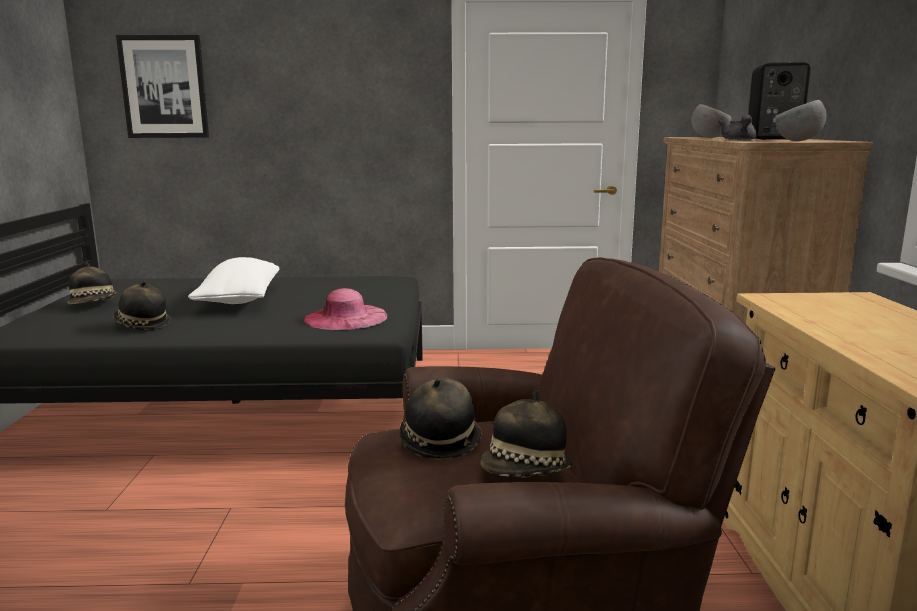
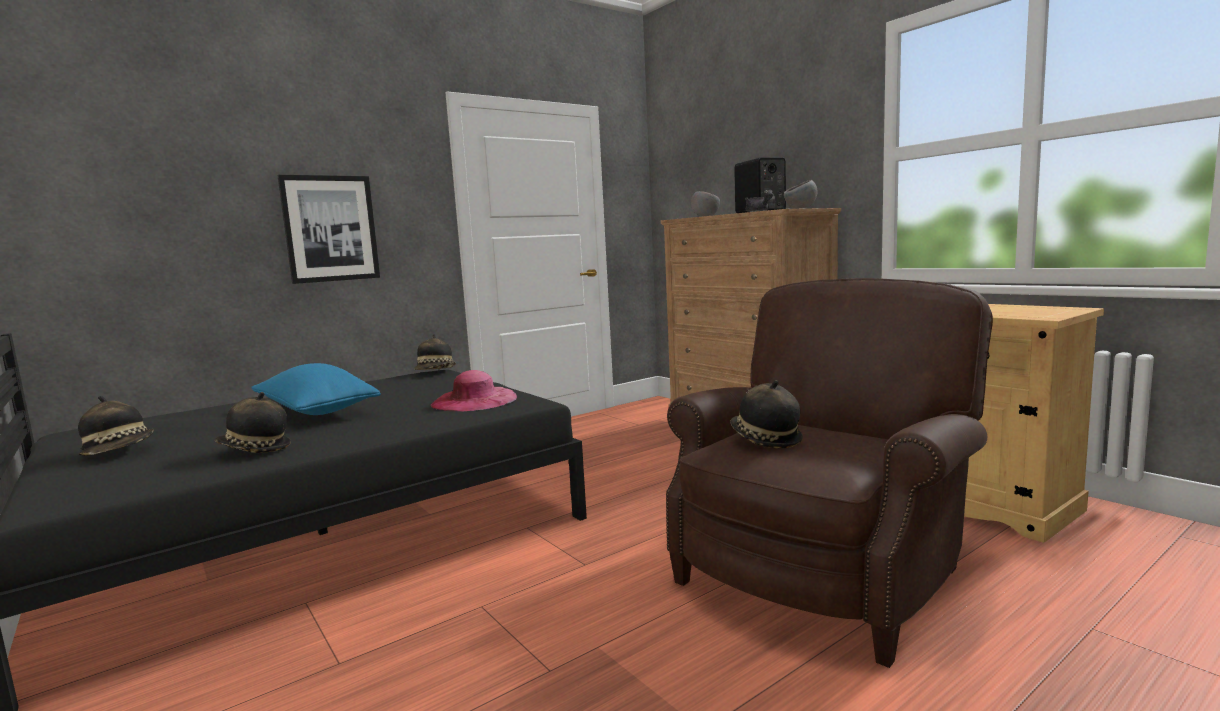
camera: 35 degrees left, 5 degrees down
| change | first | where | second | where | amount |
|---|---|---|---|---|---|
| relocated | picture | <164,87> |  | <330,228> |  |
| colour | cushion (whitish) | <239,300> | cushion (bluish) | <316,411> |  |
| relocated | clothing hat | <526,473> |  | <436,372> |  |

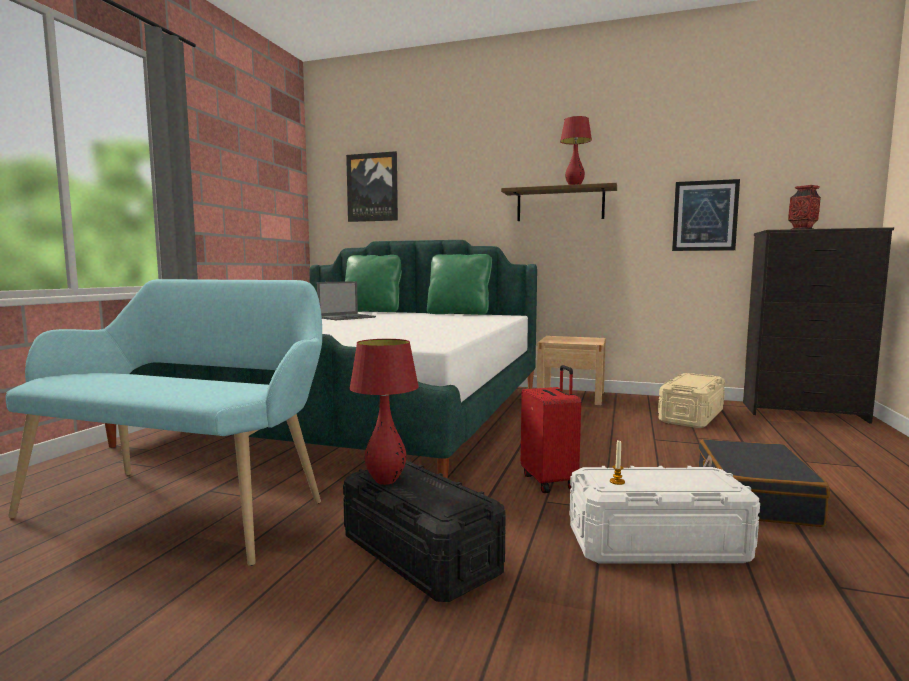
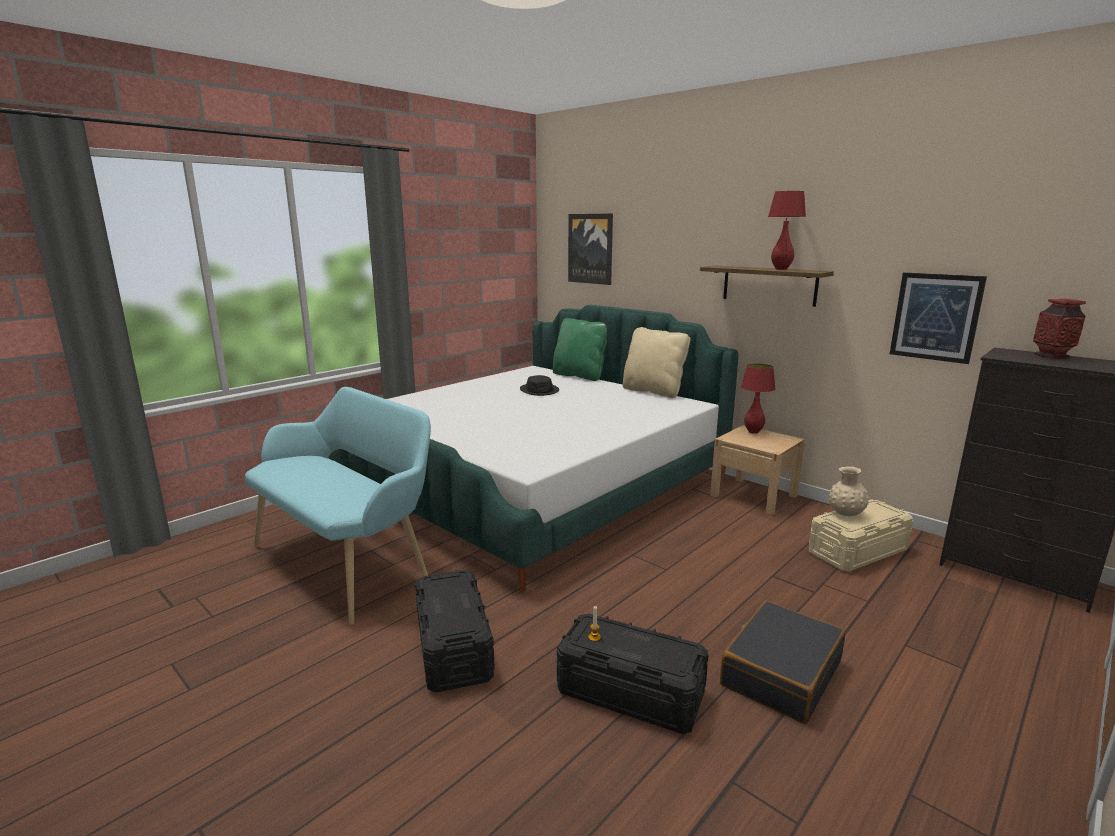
camera: 25 degrees right, 10 degrees up
| change | first | where | second | where | amount |
|---|---|---|---|---|---|
| exchanged | laptop | <347,317> | clothing hat (black-coloured) | <539,390> |  |
| relocated | table lamp (red-coloured) | <386,481> |  | <753,432> |  |
| colour | cushion (green-coloured) | <459,313> | cushion (beige-coloured) | <653,391> |  |
| missing | piece of luggage (red-coloured) | <550,481> |  |  |  |
| colour | storage box (whitish) | <657,544> | storage box (black-coloured) | <630,693> |  |
| appeared |  |  | vase (beige-coloured) | <845,514> |  |

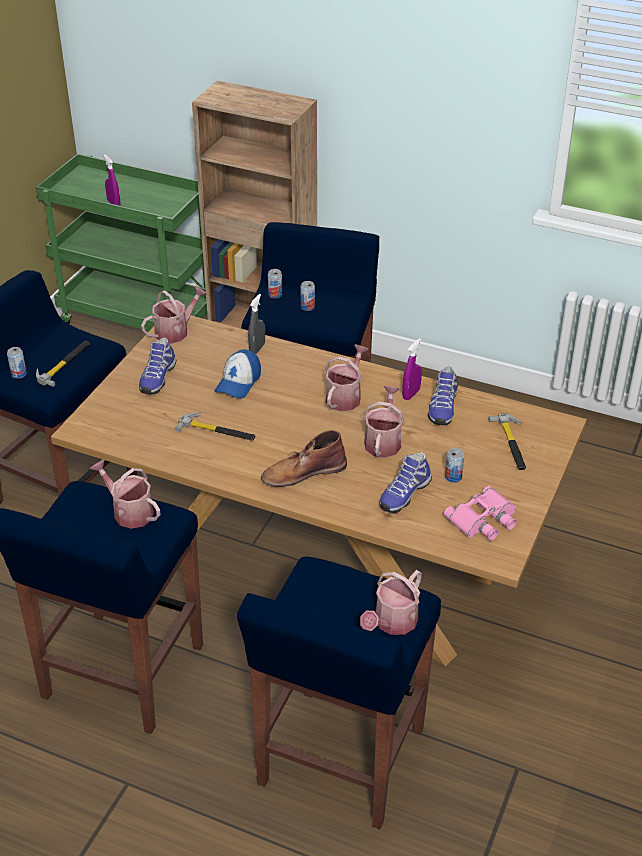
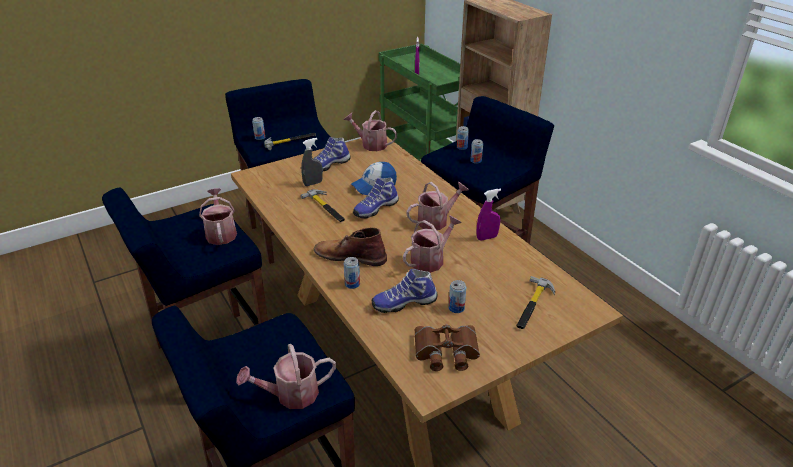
camera: 35 degrees right, 5 degrees down
| change | first | where | second | where | amount |
|---|---|---|---|---|---|
| spun | watering can | <175,331> |  | <371,144> | 150 degrees counterclockwise |
| relocated | hand sprayer (grey) | <257,348> |  | <313,183> |  |
| relocated | low shoe | <442,407> |  | <375,208> |  |
| colour | pair of binoculars (pinkish) | <484,520> | pair of binoculars (brown) | <446,352> |  |
| appeared |  |  | sealed can | <352,284> |  |

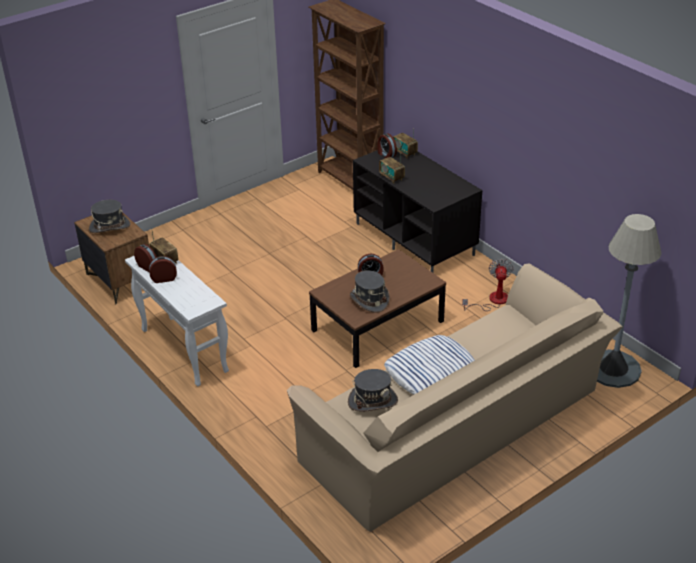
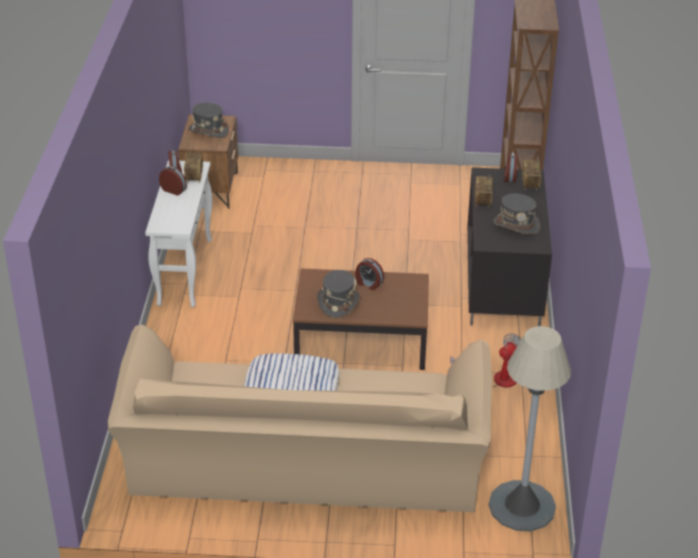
camera: 40 degrees right, 0 degrees up
| change | first | where | second | where | amount |
|---|---|---|---|---|---|
| relocated | clothing hat (grey) | <372,401> |  | <516,225> |  |

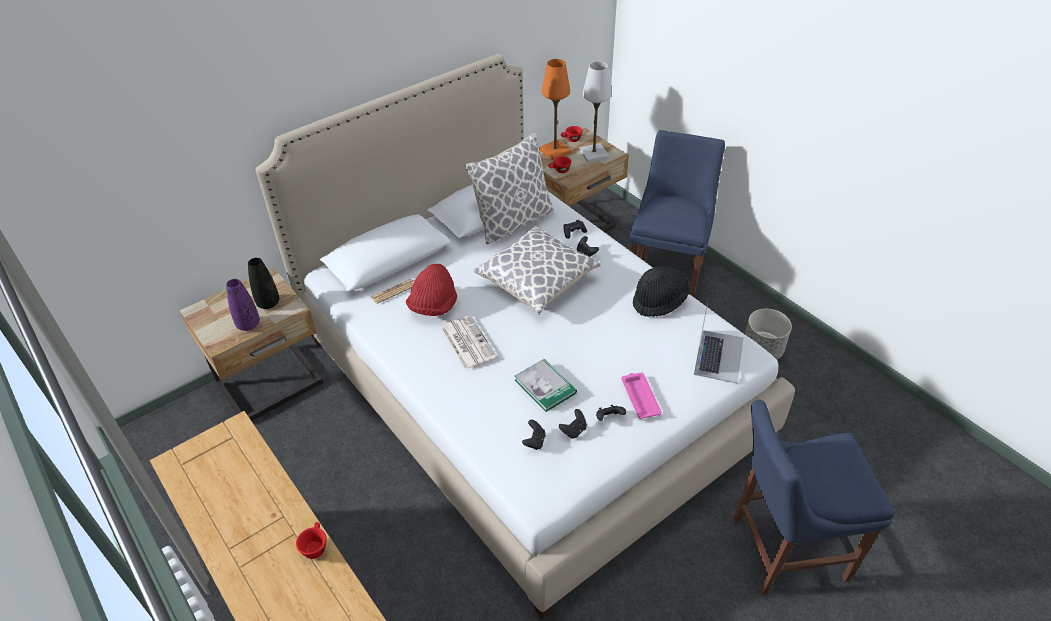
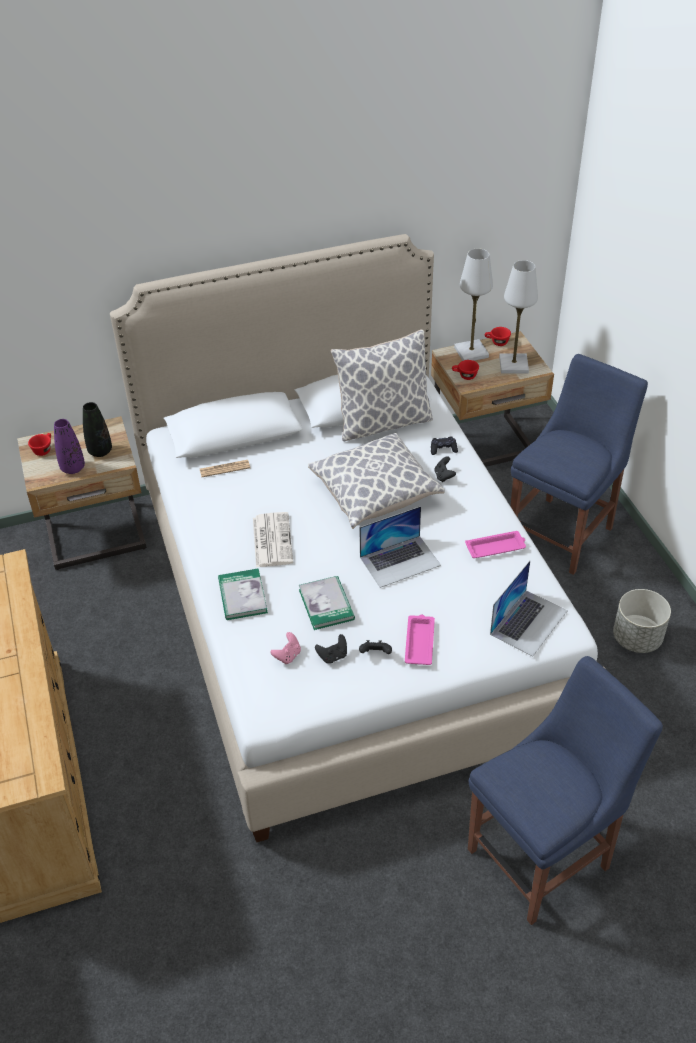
camera: 20 degrees right, 0 degrees up
| change | first | where | second | where | amount |
|---|---|---|---|---|---|
| relocated | cup (red-coloured) | <315,546> |  | <43,449> |  |
| missing | clothing hat (red-coloured) | <433,306> |  |  |  |
| colour | joypad (black-coloured) | <534,441> | joypad (pinkish) | <287,656> |  |
| colour | table lamp (orange-coloured) | <555,151> | table lamp (whitish) | <471,352> |  |
| exchanged | clothing hat (black-coloured) | <659,301> | carrying tray (pinkish) | <496,547> |  |
| spun | chair (bluish) | <783,549> |  | <544,855> | 135 degrees clockwise |
| appeared |  |  | bound book | <242,596> |  |
| appeared |  |  | laptop | <400,561> |  |

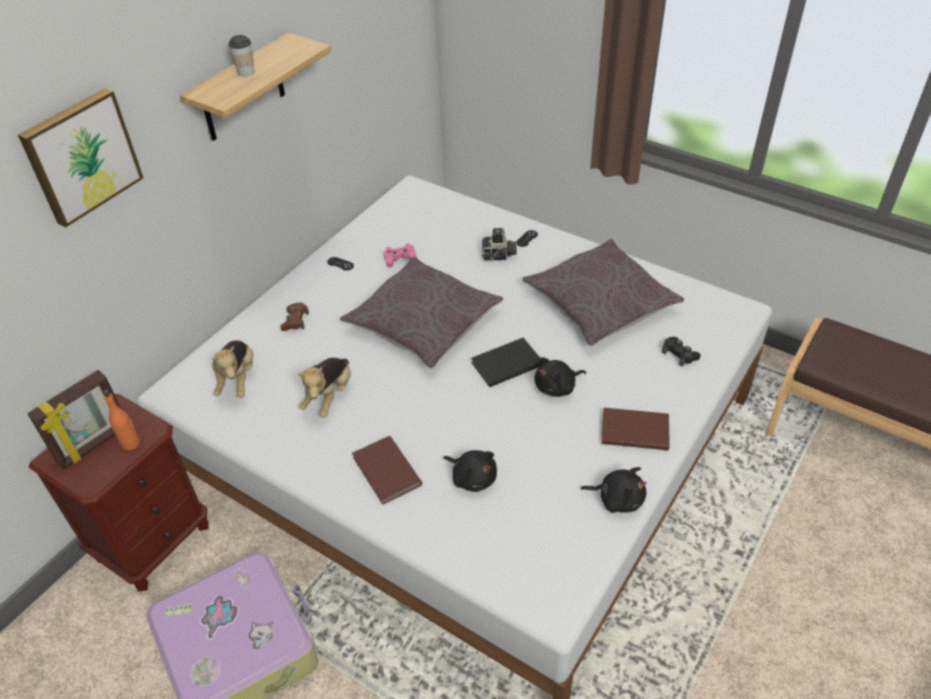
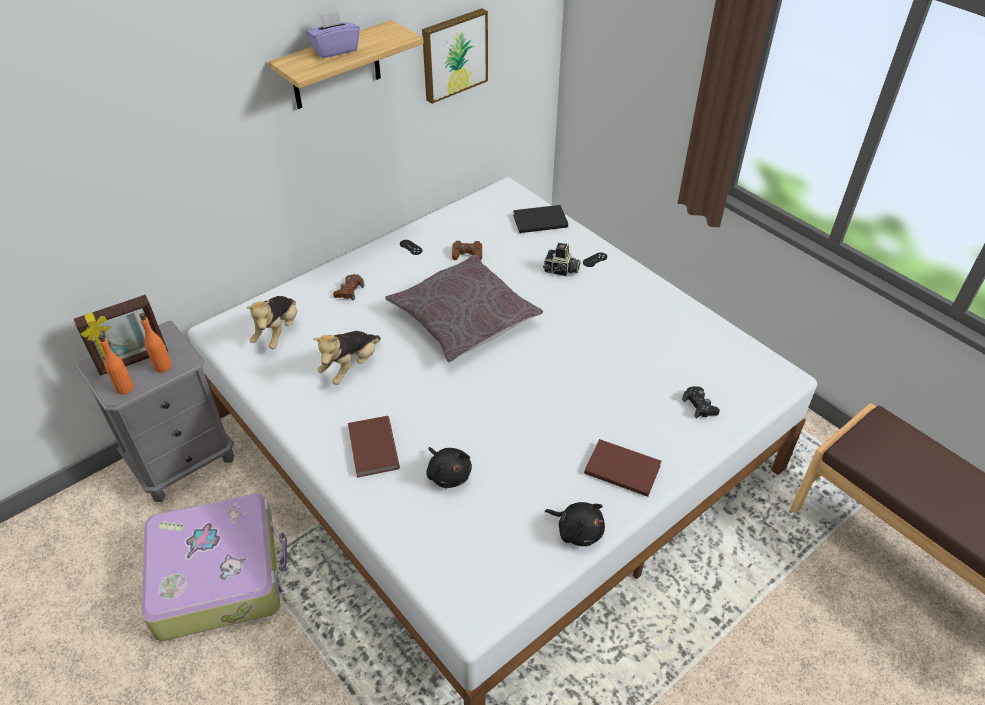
camera: 15 degrees right, 0 degrees up
| change | first | where | second | where | amount |
|---|---|---|---|---|---|
| relocated | picture | <81,156> |  | <453,54> |  |
| colour | nightstand (brown) | <154,541> | nightstand (grey) | <183,461> |  |
| exchanged | cup | <246,72> | tissue holder (purple-coloured) | <335,50> |  |
| colour | joypad (pinkish) | <400,258> | joypad (brown) | <467,254> |  |
| relocated | bound book (black-coloured) | <505,363> |  | <539,220> |  |
| missing | cushion (grey) | <600,302> |  |  |  |
| missing | cuddly toy (black-coloured) | <557,387> |  |  |  |
| appeared |  |  | bottle (orange-coloured) | <125,388> |  |

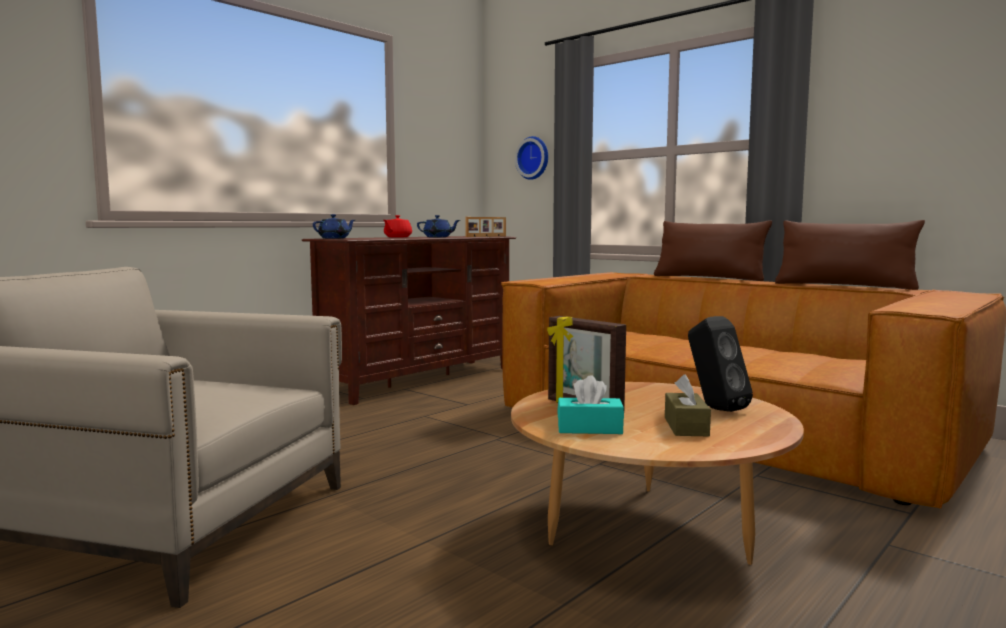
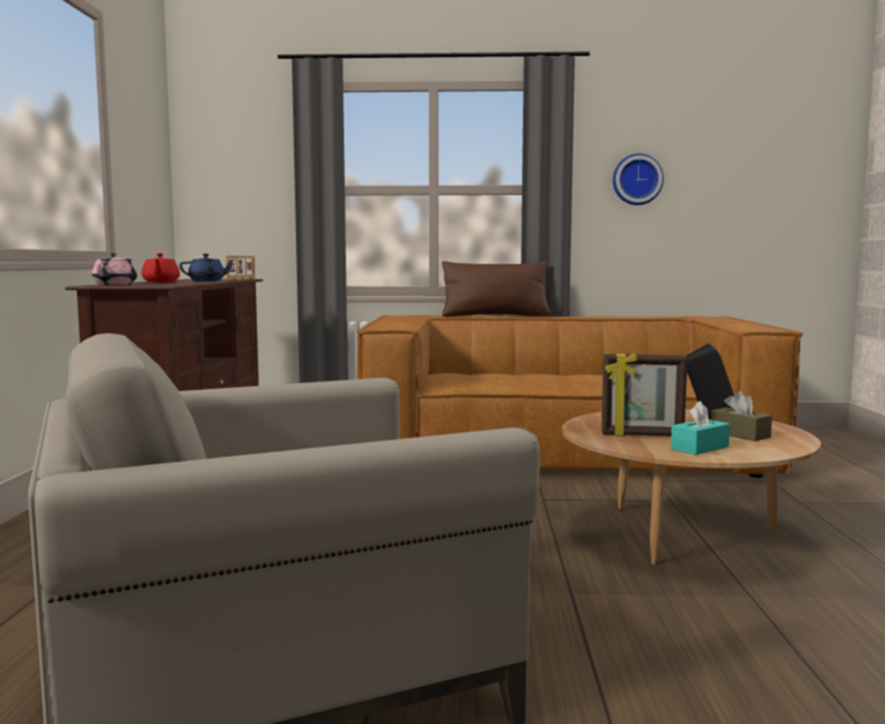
camera: 40 degrees left, 0 degrees up
| change | first | where | second | where | amount |
|---|---|---|---|---|---|
| colour | tea pot (bluish) | <335,238> | tea pot (pinkish) | <116,285> |  |
| relocated | wall clock | <534,158> |  | <637,179> |  |
| missing | cushion (brown) | <844,286> |  |  |  |

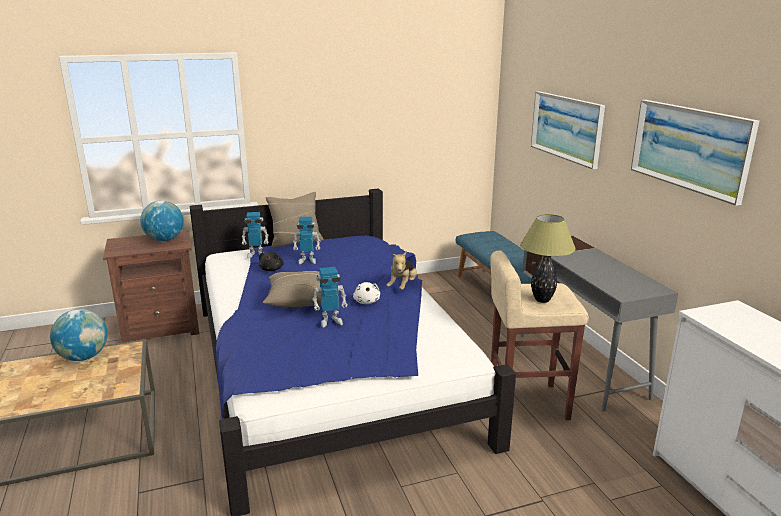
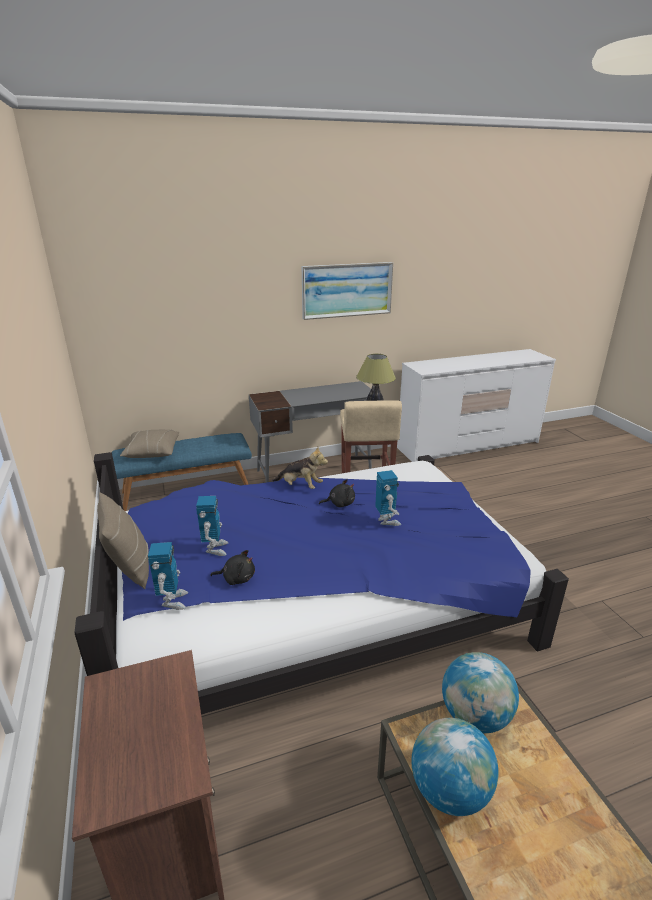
camera: 90 degrees left, 5 degrees up
| change | first | where | second | where | amount |
|---|---|---|---|---|---|
| relocated | world globe | <164,240> |  | <475,716> |  |
| relocated | cushion (beige-coloured) | <299,299> |  | <152,452> |  |
| colour | cuddly toy (whitish) | <367,301> | cuddly toy (black-coloured) | <339,503> |  |
| missing | picture | <566,127> |  |  |  |

